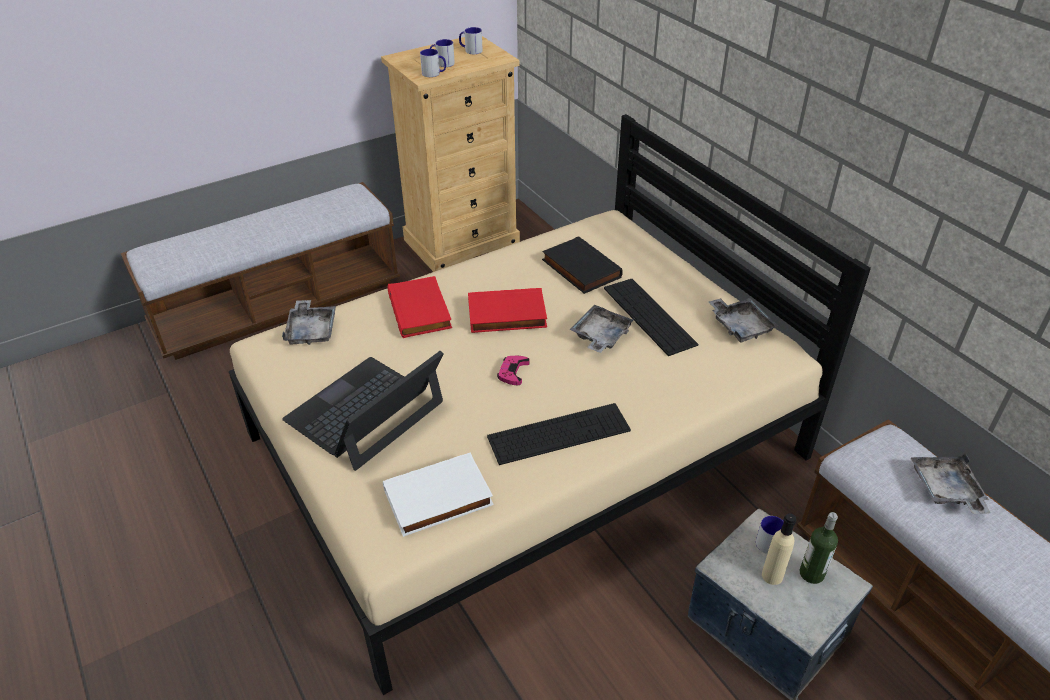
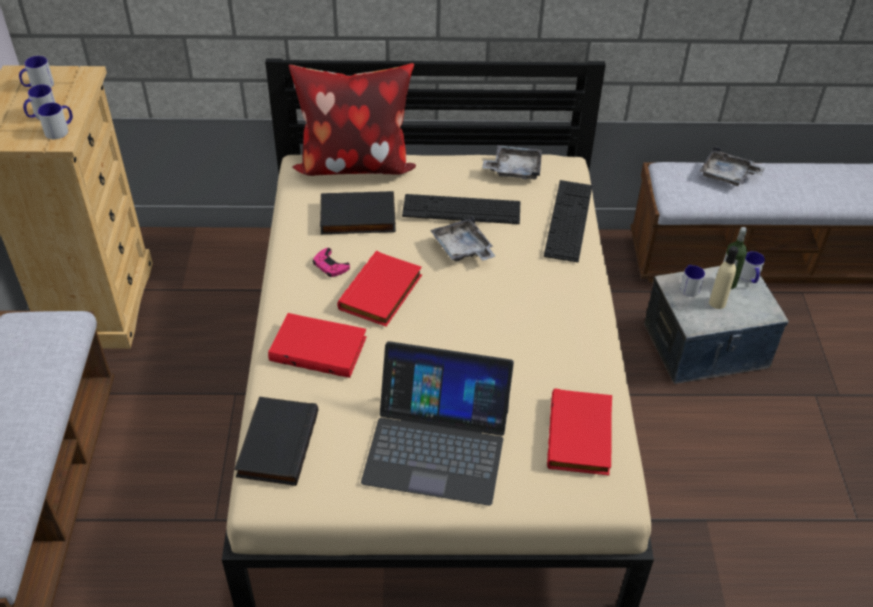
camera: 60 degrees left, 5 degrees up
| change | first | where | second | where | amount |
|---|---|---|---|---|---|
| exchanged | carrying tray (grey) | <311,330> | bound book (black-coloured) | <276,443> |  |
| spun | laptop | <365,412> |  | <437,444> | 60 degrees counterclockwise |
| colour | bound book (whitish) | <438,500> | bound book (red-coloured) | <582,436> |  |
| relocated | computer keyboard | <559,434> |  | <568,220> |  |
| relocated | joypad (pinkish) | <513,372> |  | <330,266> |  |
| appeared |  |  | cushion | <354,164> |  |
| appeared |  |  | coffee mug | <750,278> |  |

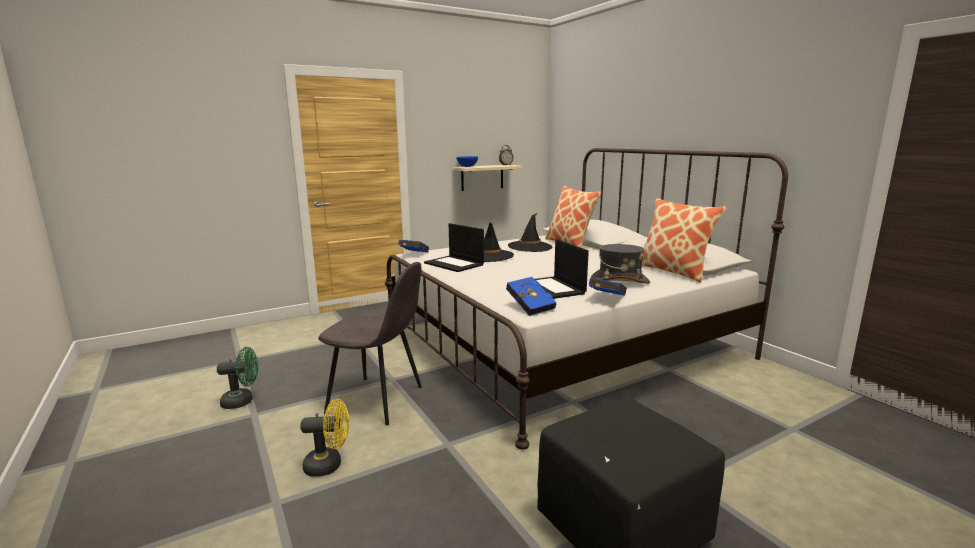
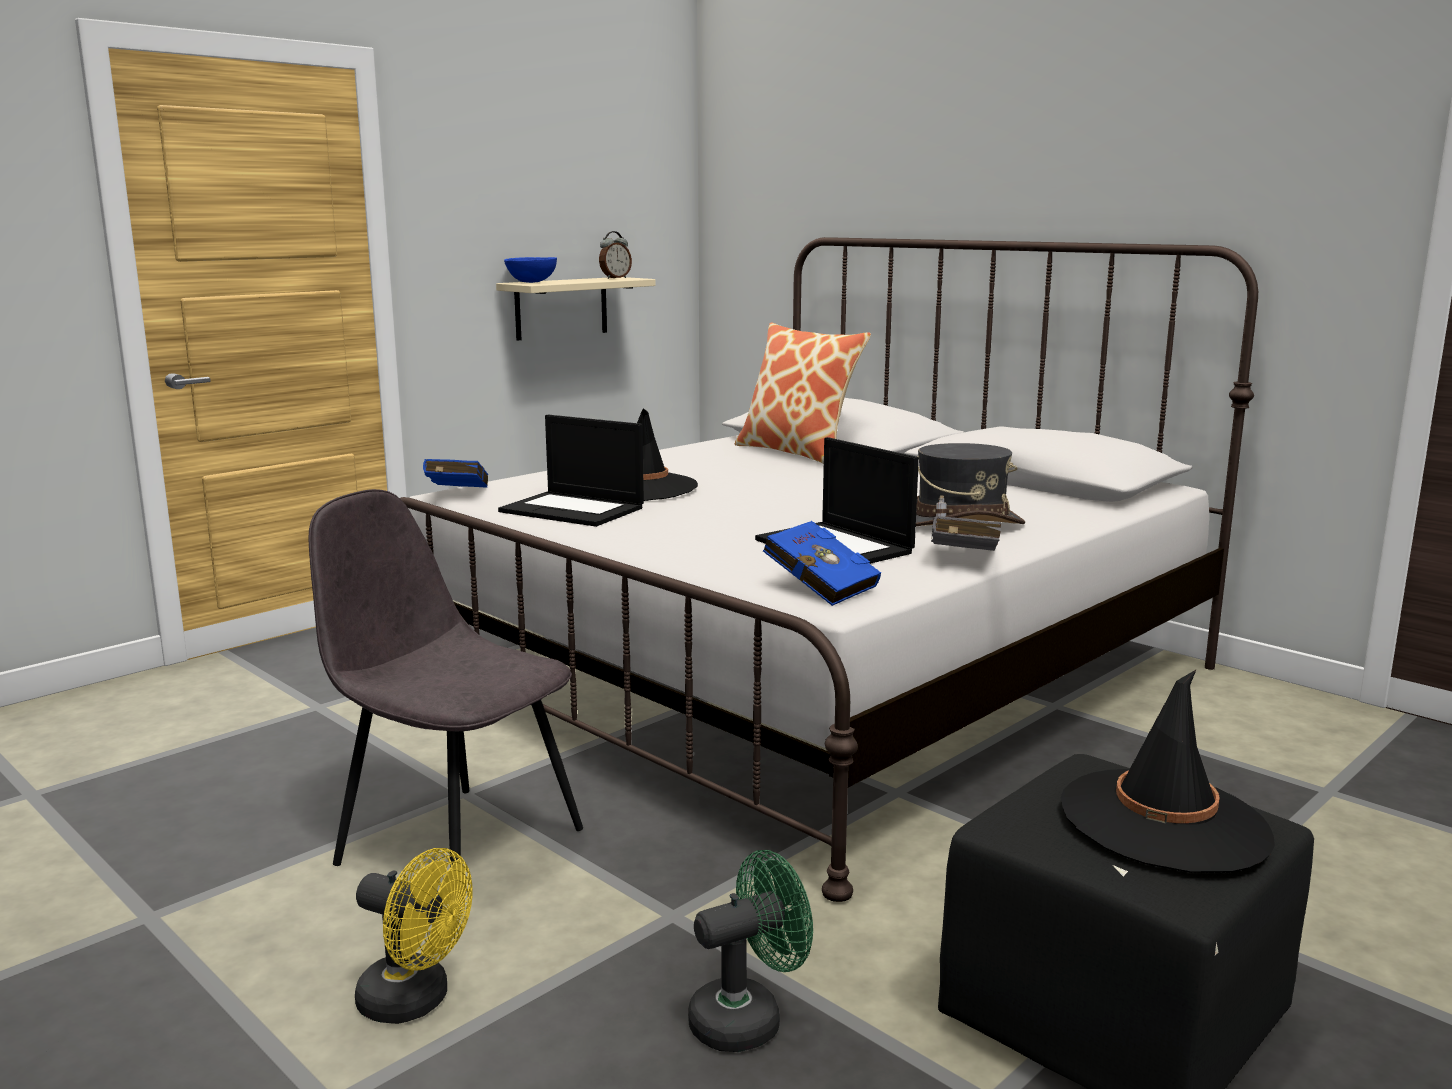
camera: 15 degrees left, 0 degrees up
| change | first | where | second | where | amount |
|---|---|---|---|---|---|
| relocated | cooling fan (green-coloured) | <242,401> |  | <748,1018> |  |
| spun | cooling fan (yellow-coloured) | <329,465> |  | <416,1001> | 45 degrees clockwise |
| spun | chair (grey) | <378,400> |  | <456,844> | 150 degrees counterclockwise |
| relocated | clothing hat (black-coloured) | <530,247> |  | <1164,821> |  |
| colour | bound book (bluish) | <606,299> | bound book (grey) | <962,560> |  |
| missing | cushion | <674,271> |  |  |  |

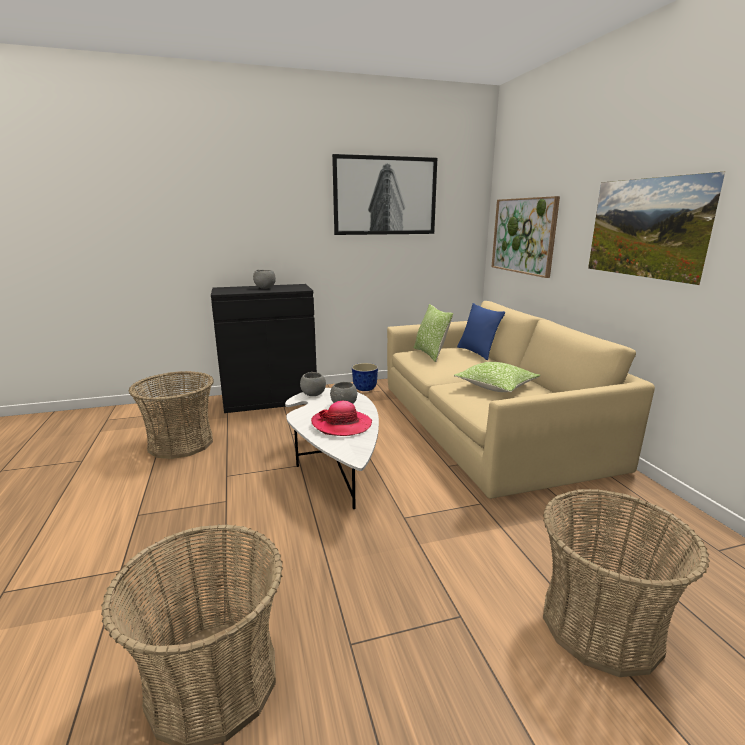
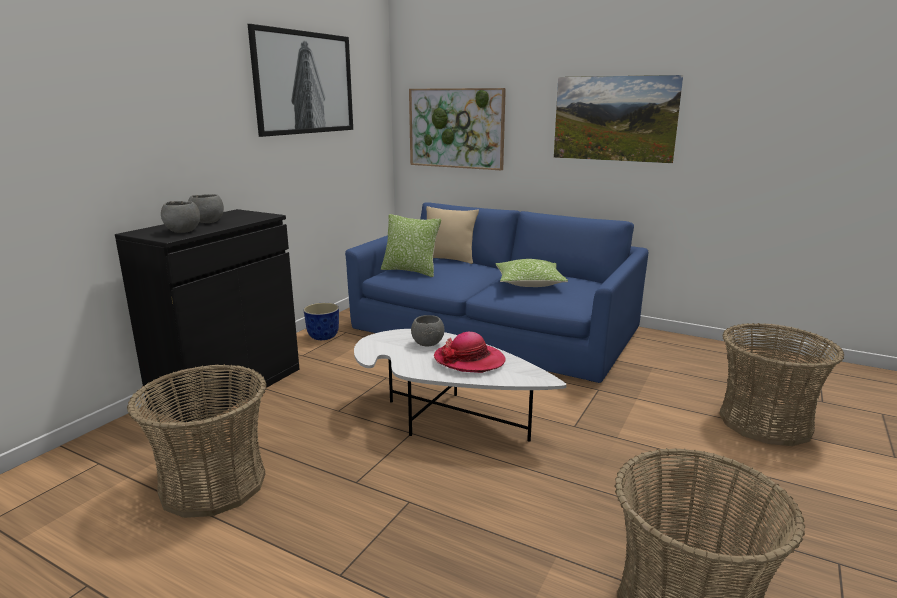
camera: 45 degrees left, 0 degrees up
| change | first | where | second | where | amount |
|---|---|---|---|---|---|
| relocated | bowl (grey) | <313,394> |  | <182,231> |  |
| colour | sofa (beige-coloured) | <488,425> | sofa (bluish) | <496,330> |  |
| colour | cushion (bluish) | <477,352> | cushion (beige-coloured) | <448,259> |  |

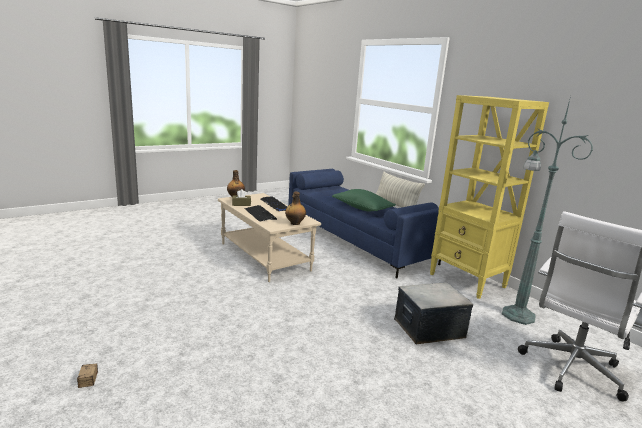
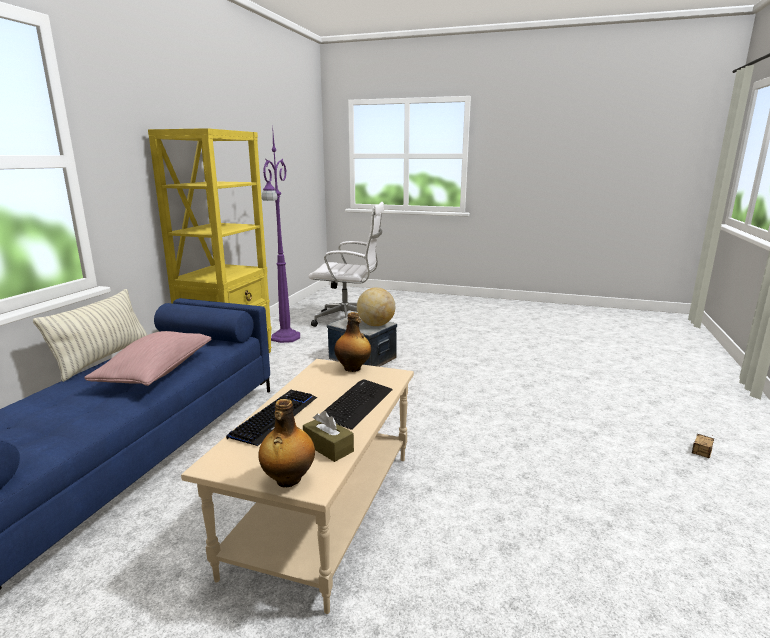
camera: 125 degrees left, 0 degrees up
| change | first | where | second | where | amount |
|---|---|---|---|---|---|
| colour | cushion (green-coloured) | <362,208> | cushion (pinkish) | <156,373> |  |
| colour | floor lamp (green-coloured) | <516,314> | floor lamp (purple-coloured) | <285,338> |  |
| appeared |  |  | world globe | <376,325> |  |

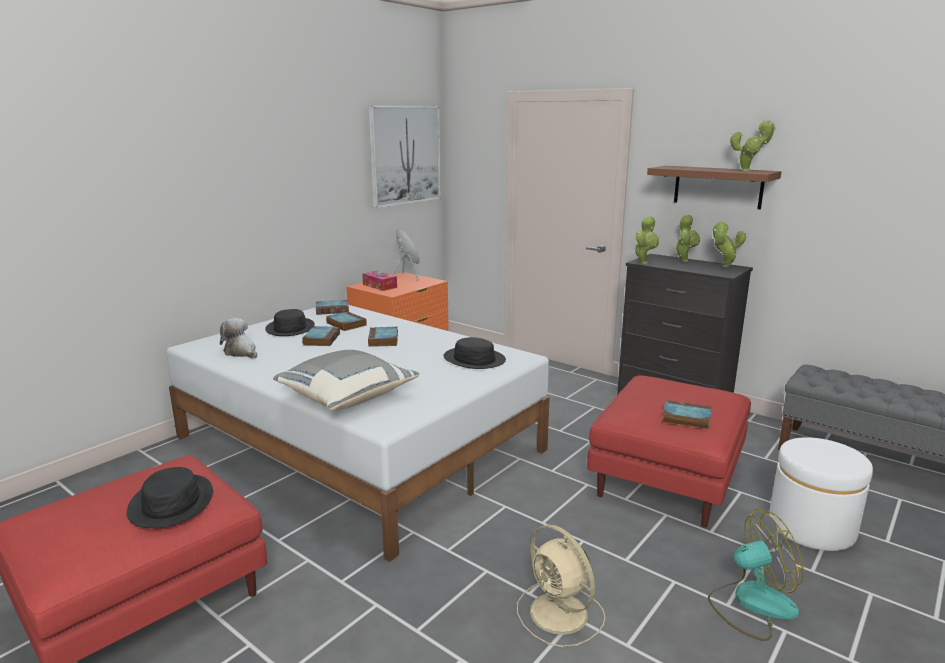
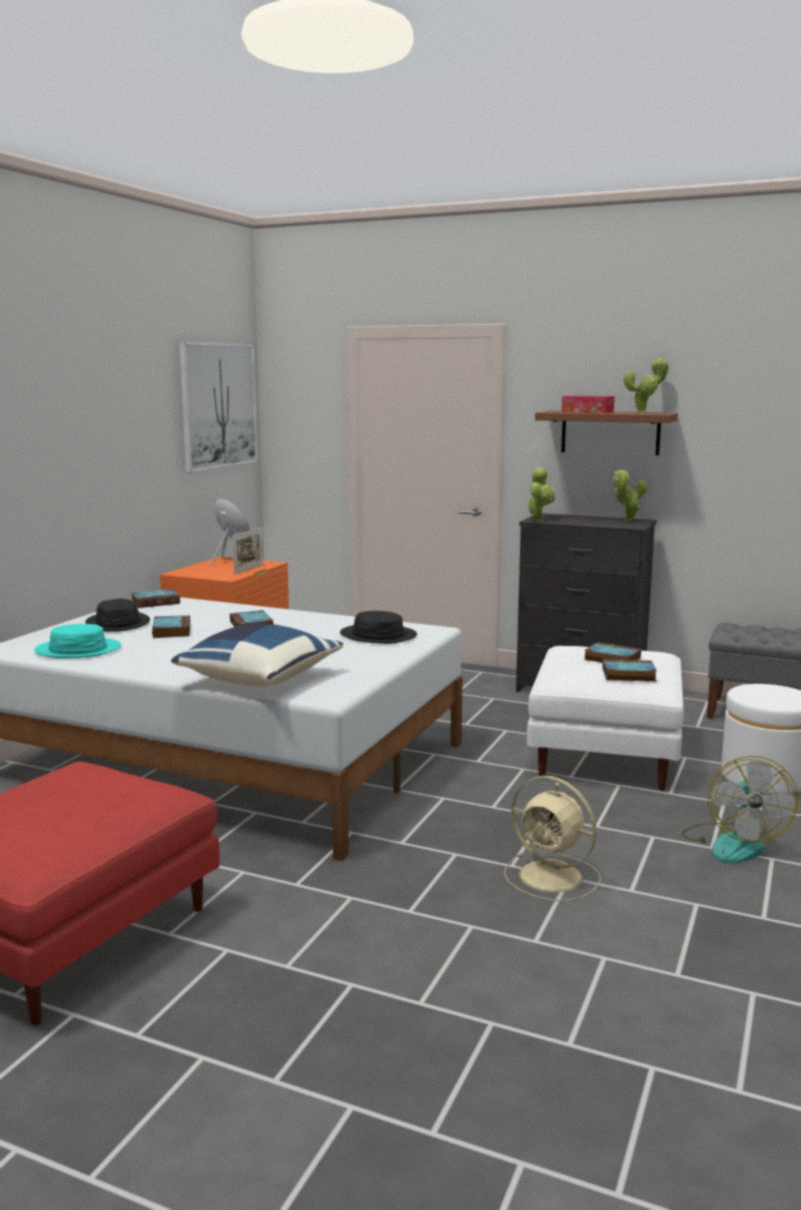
camera: 15 degrees left, 5 degrees down
| change | first | where | second | where | amount |
|---|---|---|---|---|---|
| missing | clothing hat (black-coloured) | <172,502> |  |  |  |
| exchanged | cuddly toy | <241,352> | clothing hat (blue-green) | <78,650> |  |
| colour | cushion (grey) | <346,397> | cushion (bluish) | <258,679> |  |
| relocated | bound book | <345,324> |  | <611,659> |  |
| relocated | tissue holder | <379,286> |  | <587,412> |  |
| colour | footrest (red-coloured) | <666,477> | footrest (whitish) | <604,753> |  |
| missing | houseplant | <684,260> |  |  |  |
| spun | cooling fan | <751,604> |  | <733,843> | 120 degrees clockwise |
| appeared |  |  | standing frame | <248,569> |  |

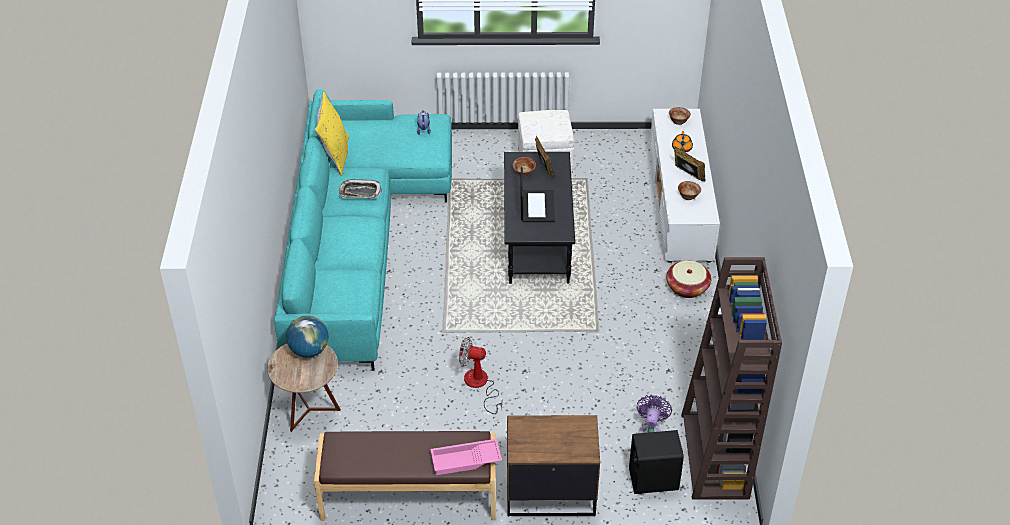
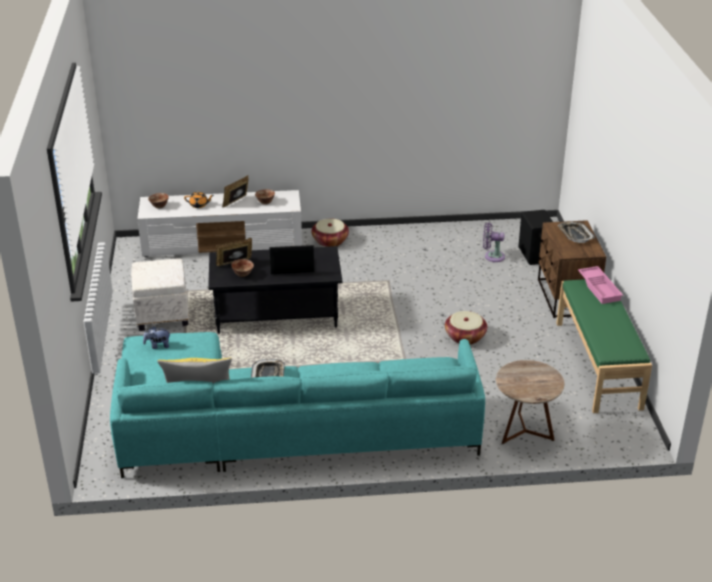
camera: 95 degrees left, 10 degrees down
| change | first | where | second | where | amount |
|---|---|---|---|---|---|
| missing | world globe | <309,350> |  |  |  |
| colour | indoor bench (brown) | <409,497> | indoor bench (green-coloured) | <598,364> |  |
| exchanged | cooling fan | <479,385> | household basket | <465,337> |  |
| missing | bookcase (brown) | <715,457> |  |  |  |
| appeared |  |  | carrying tray | <575,235> |  |

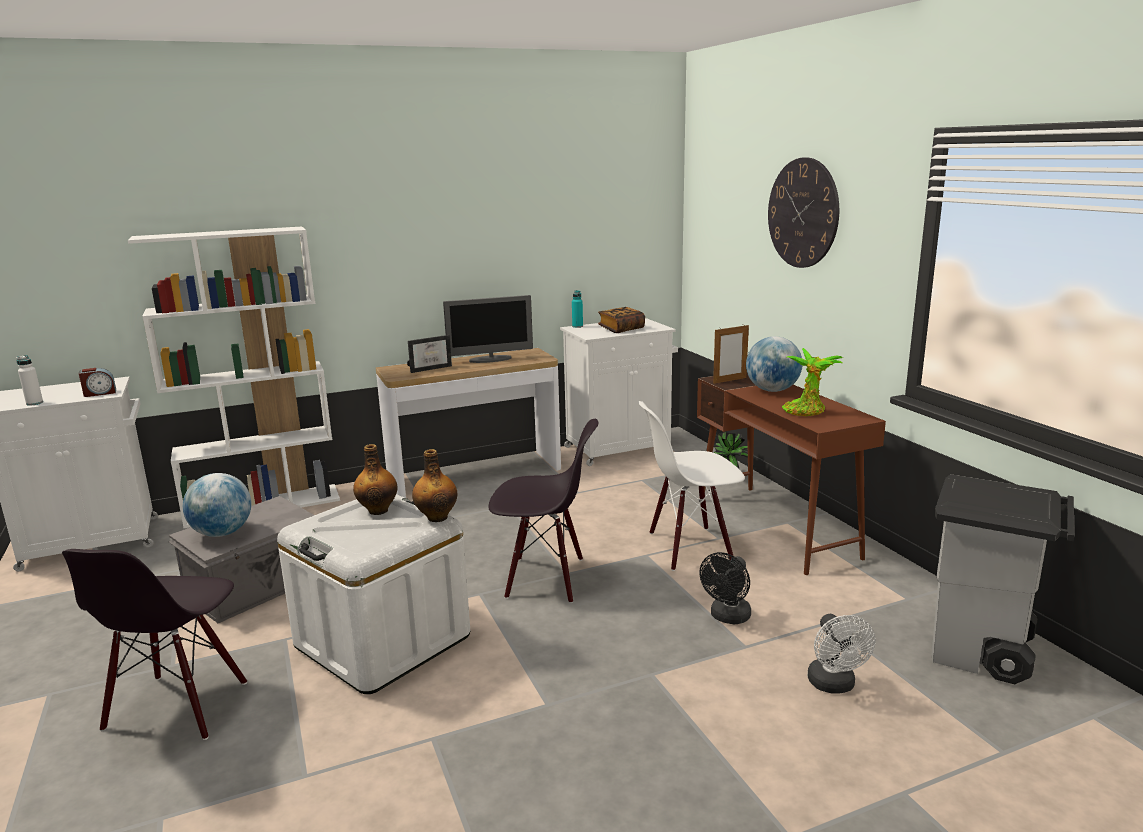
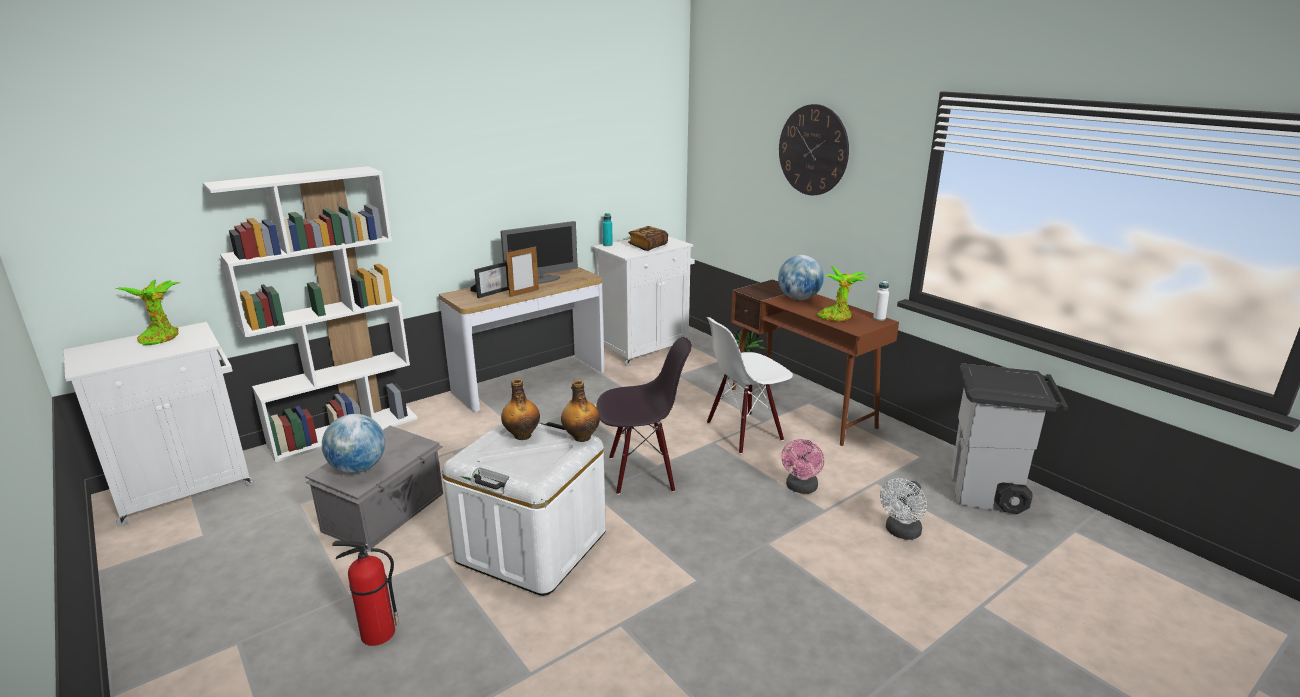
camera: 15 degrees left, 5 degrees up
| change | first | where | second | where | amount |
|---|---|---|---|---|---|
| relocated | bottle (whitish) | <34,403> |  | <879,318> |  |
| exchanged | chair (black-coloured) | <178,707> | fire extinguisher | <376,634> |  |
| missing | bedside clock | <100,393> |  |  |  |
| colour | cooling fan (black-coloured) | <728,617> | cooling fan (pinkish) | <801,488> |  |
| relocated | standing frame | <729,380> |  | <524,293> |  |
| spun | cooling fan (whitish) | <834,685> |  | <901,533> | 60 degrees clockwise |
| appeared |  |  | houseplant | <160,337> |  |

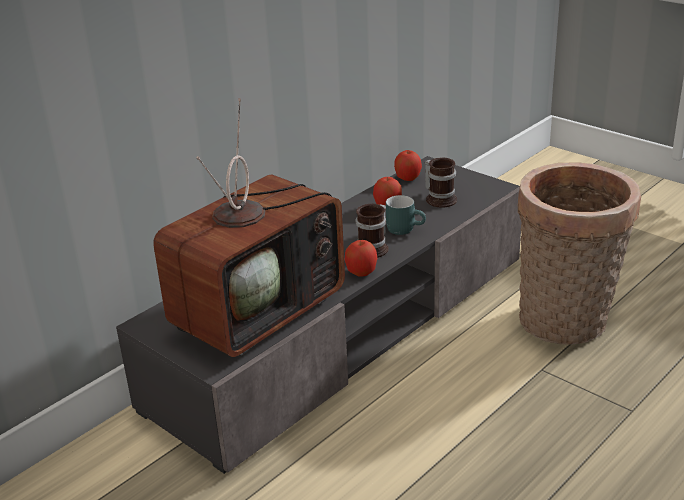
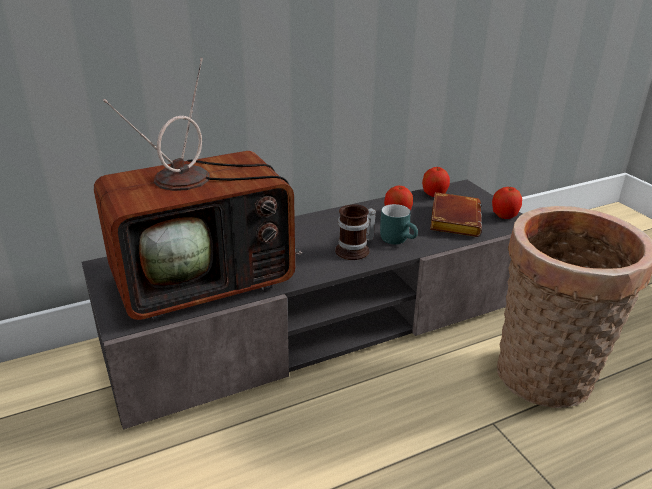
camera: 20 degrees right, 0 degrees up
| change | first | where | second | where | amount |
|---|---|---|---|---|---|
| relocated | apple fruit | <361,272> |  | <504,216> |  |
| exchanged | coffee mug | <440,198> | bound book (brown) | <452,219> |  |

